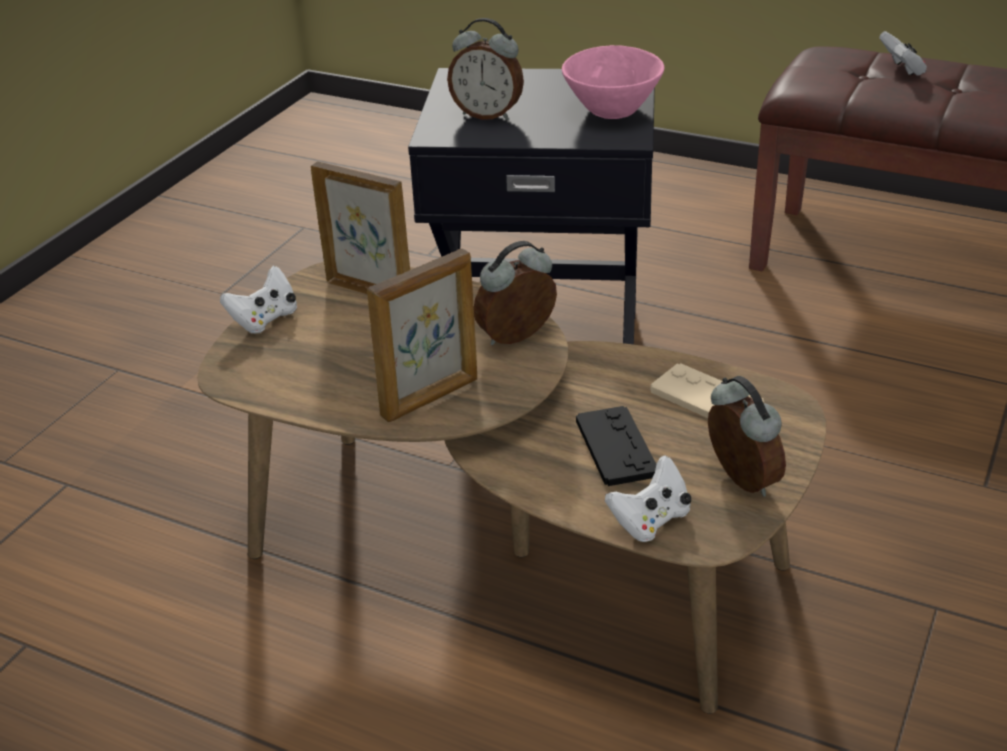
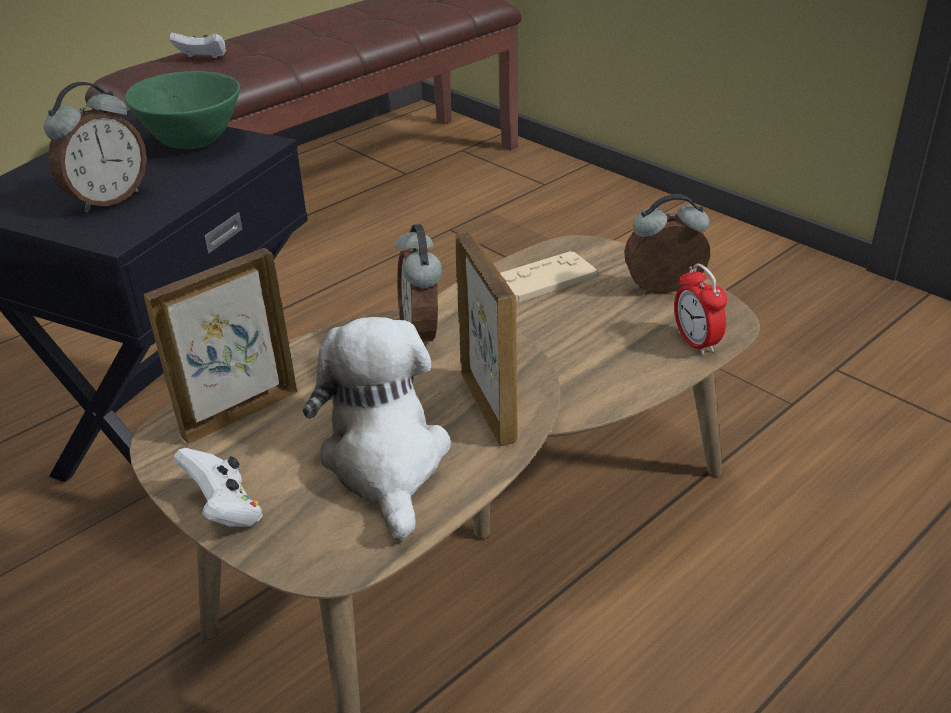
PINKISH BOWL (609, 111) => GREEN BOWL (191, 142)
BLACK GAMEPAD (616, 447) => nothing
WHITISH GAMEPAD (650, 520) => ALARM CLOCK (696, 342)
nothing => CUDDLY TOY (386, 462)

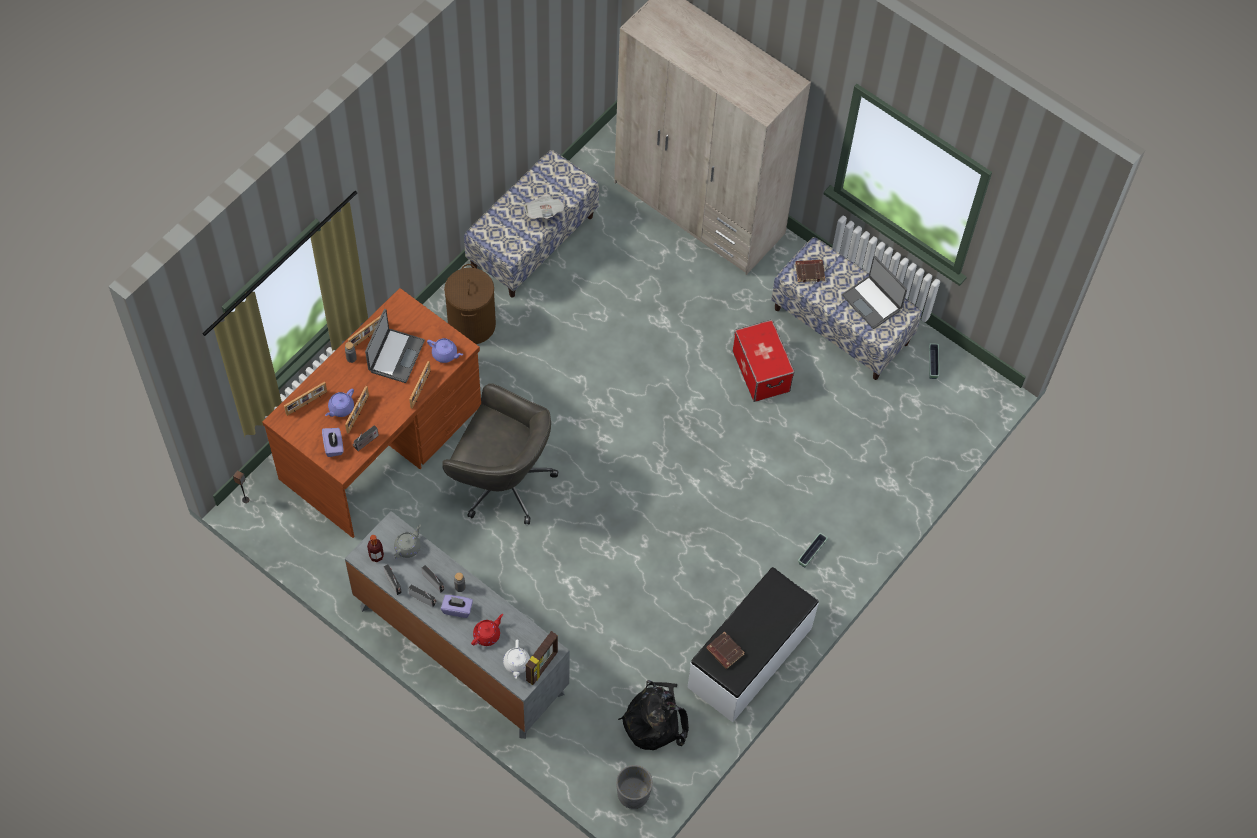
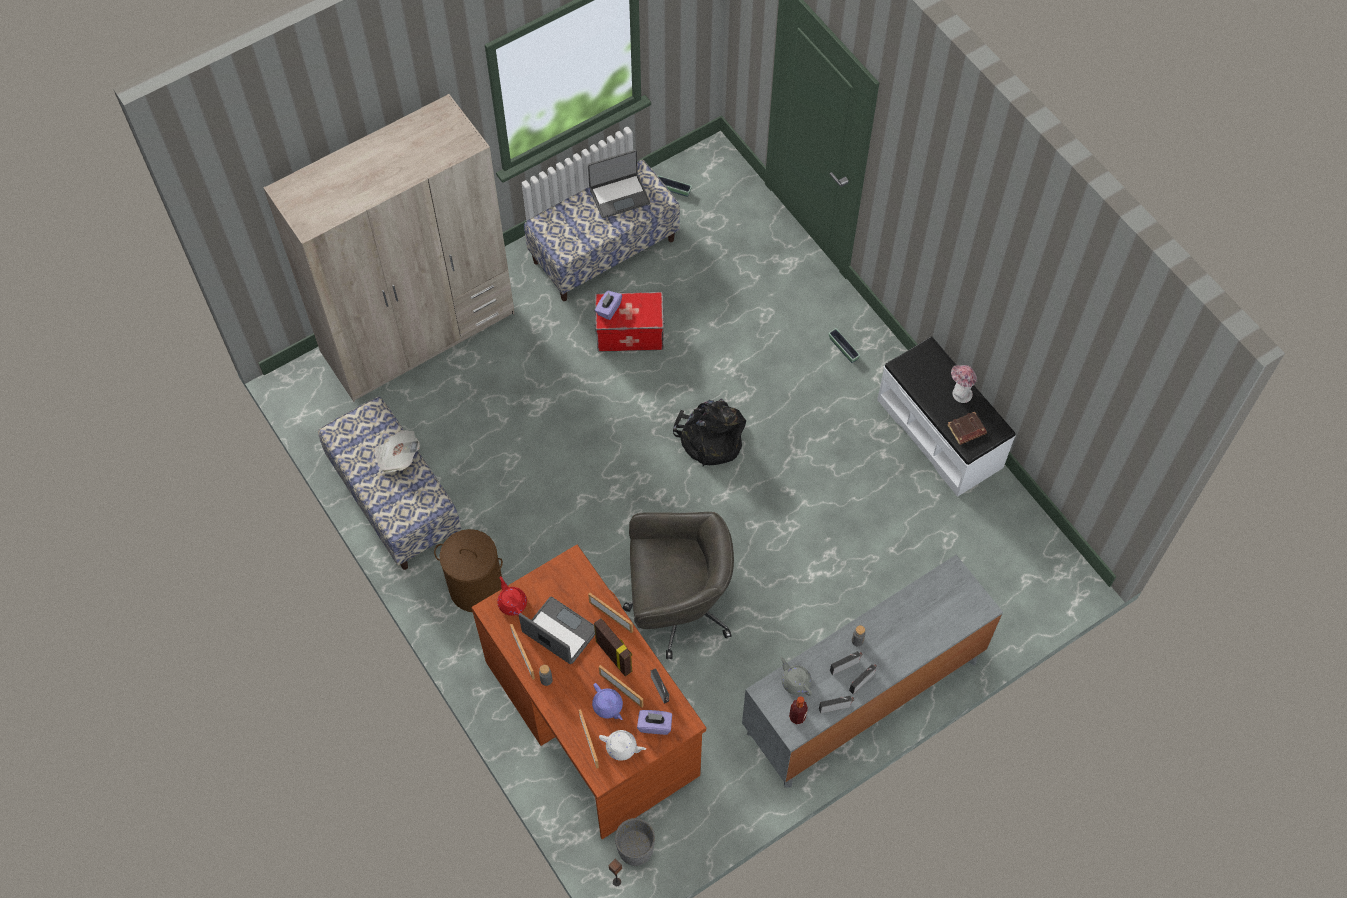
PURPLISH TEAPOT (445, 354) => nothing
PURPLISH TISSUE BOX (457, 609) => PURPLISH TISSUE BOX (608, 309), relocated
GRAY OFFICE CHAIR (502, 480) => GRAY OFFICE CHAIR (677, 606), 45 degrees clockwise
RED-COLOURED TEAPOT (487, 634) => RED-COLOURED TEAPOT (512, 603), relocated
WHITISH TEAPOT (516, 664) => WHITISH TEAPOT (622, 748), relocated
STANDING FRAME (542, 666) => STANDING FRAME (614, 656), relocated
GRAY FLOWER POT (633, 794) => GRAY FLOWER POT (635, 849), relocated
BLACK RUCKSACK (654, 719) => BLACK RUCKSACK (710, 439), relocated
BROWN-COLOURED VOLUME (810, 271) => nothing
nothing => CLOTHING HAT (959, 392)

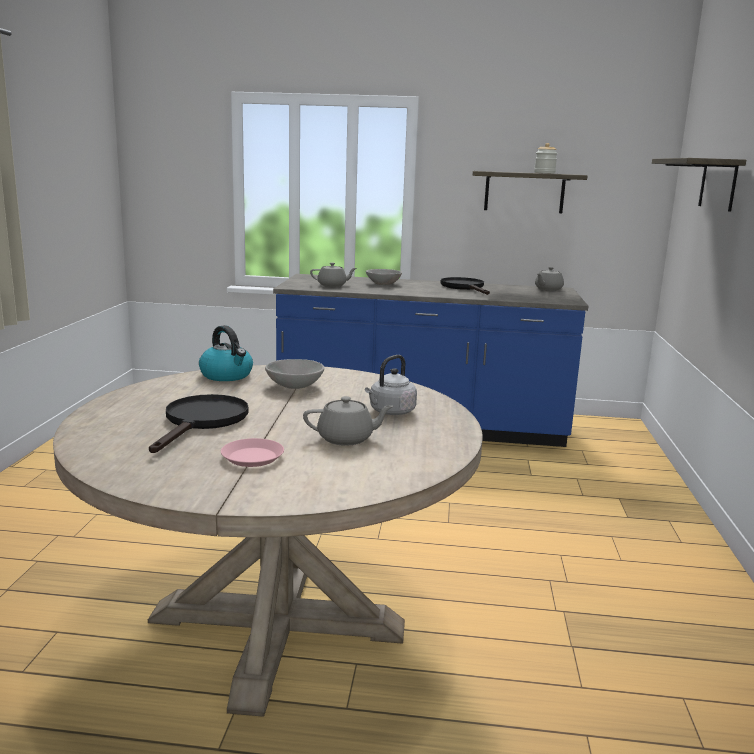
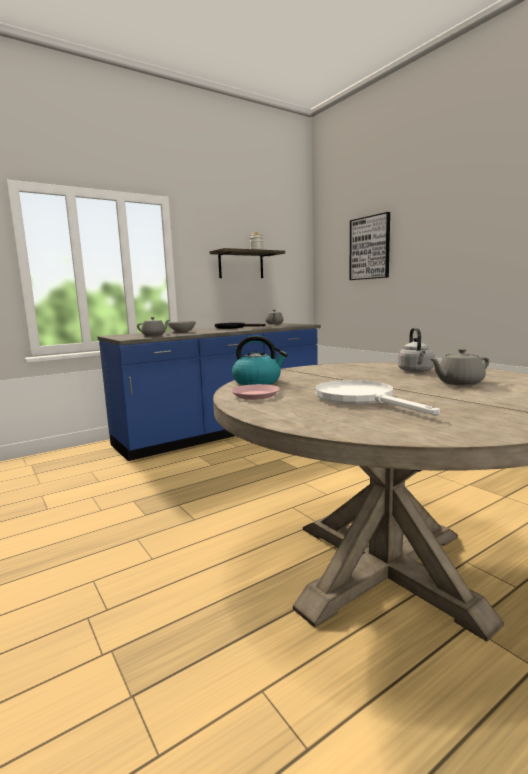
BLACK FRYING PAN (202, 421) => WHITISH FRYING PAN (362, 399)
PINKISH FLAT DISH (252, 457) => PINKISH FLAT DISH (255, 395), relocated
GRAY BOWL (294, 386) => nothing
GRAY TEAPOT (346, 439) => GRAY TEAPOT (458, 383), 150 degrees counterclockwise
WALL SHELF (718, 184) => WALL PICTURE (370, 248)

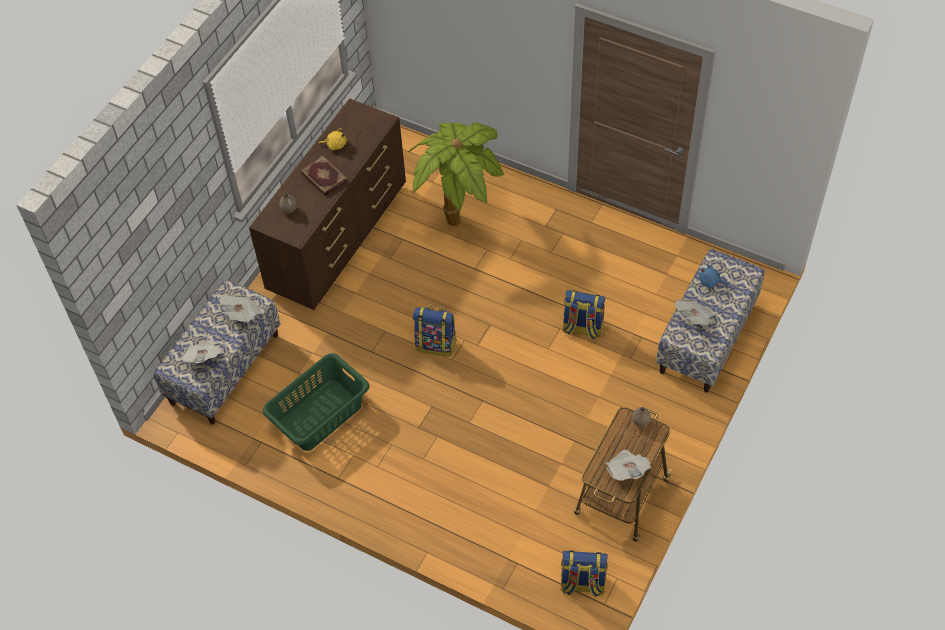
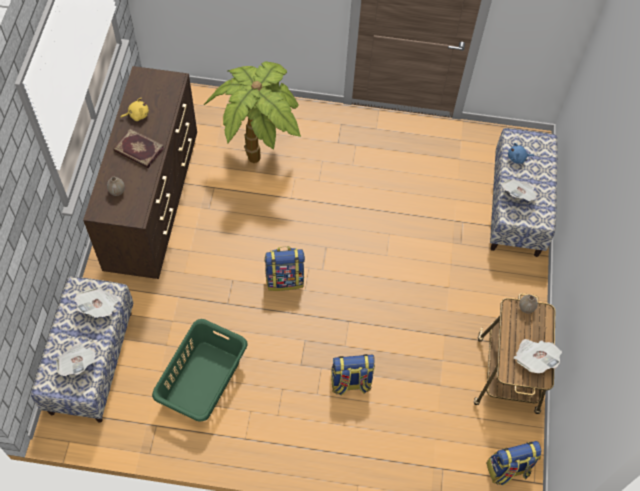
RUCKSACK (582, 328) => RUCKSACK (350, 383), relocated

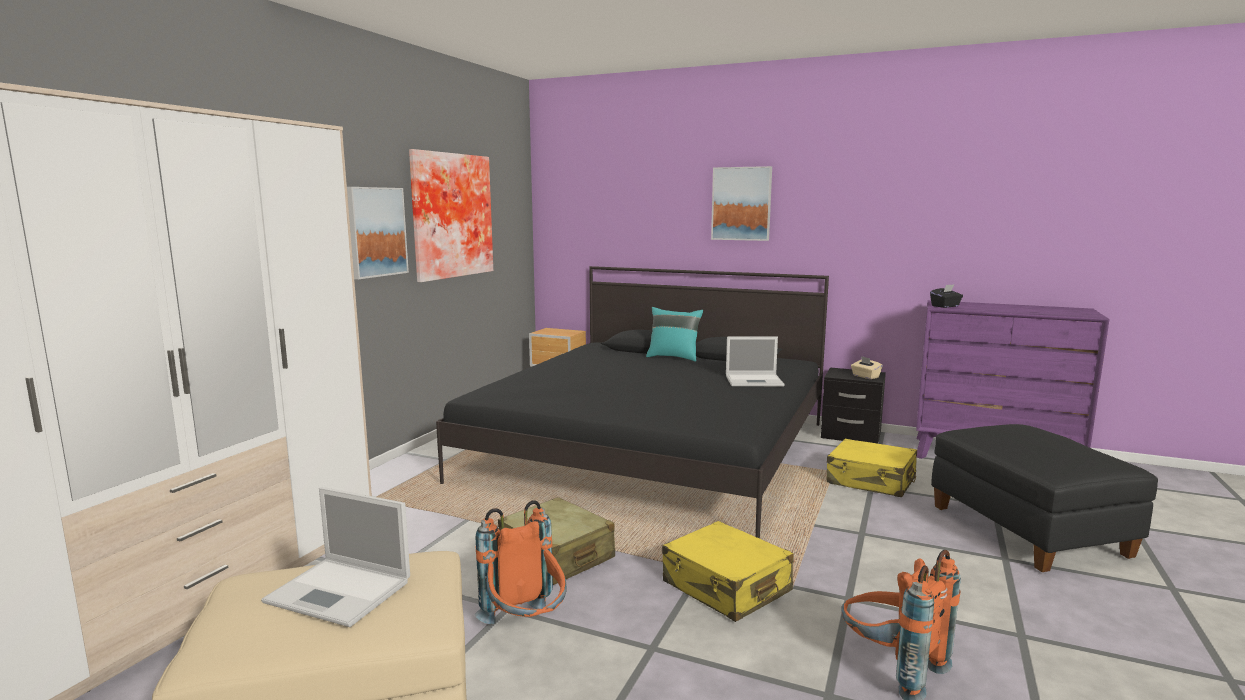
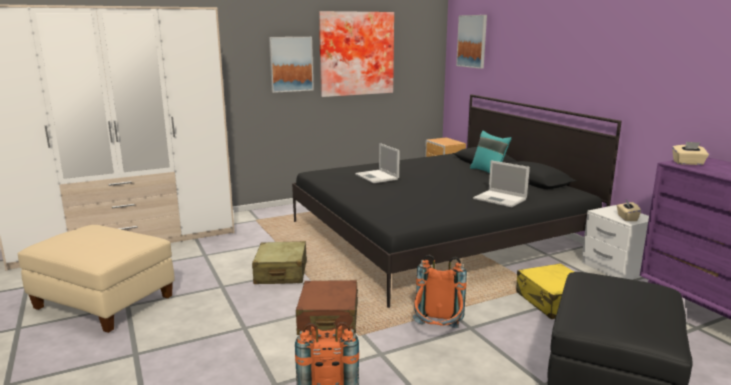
LAPTOP (341, 592) => LAPTOP (377, 177), relocated
ORANGEY RUCKSACK (526, 628) => ORANGEY RUCKSACK (437, 333), relocated
YELLOWISH PIECE OF LUGGAGE (726, 587) => BROWN-COLOURED PIECE OF LUGGAGE (328, 319)
WALL PICTURE (741, 203) => WALL PICTURE (472, 41), relocated
BLACK BEDSIDE TABLE (850, 435) => WHITISH BEDSIDE TABLE (614, 269)
BLACK TISSUE BOX (945, 306) => BEIGE TISSUE BOX (688, 163)

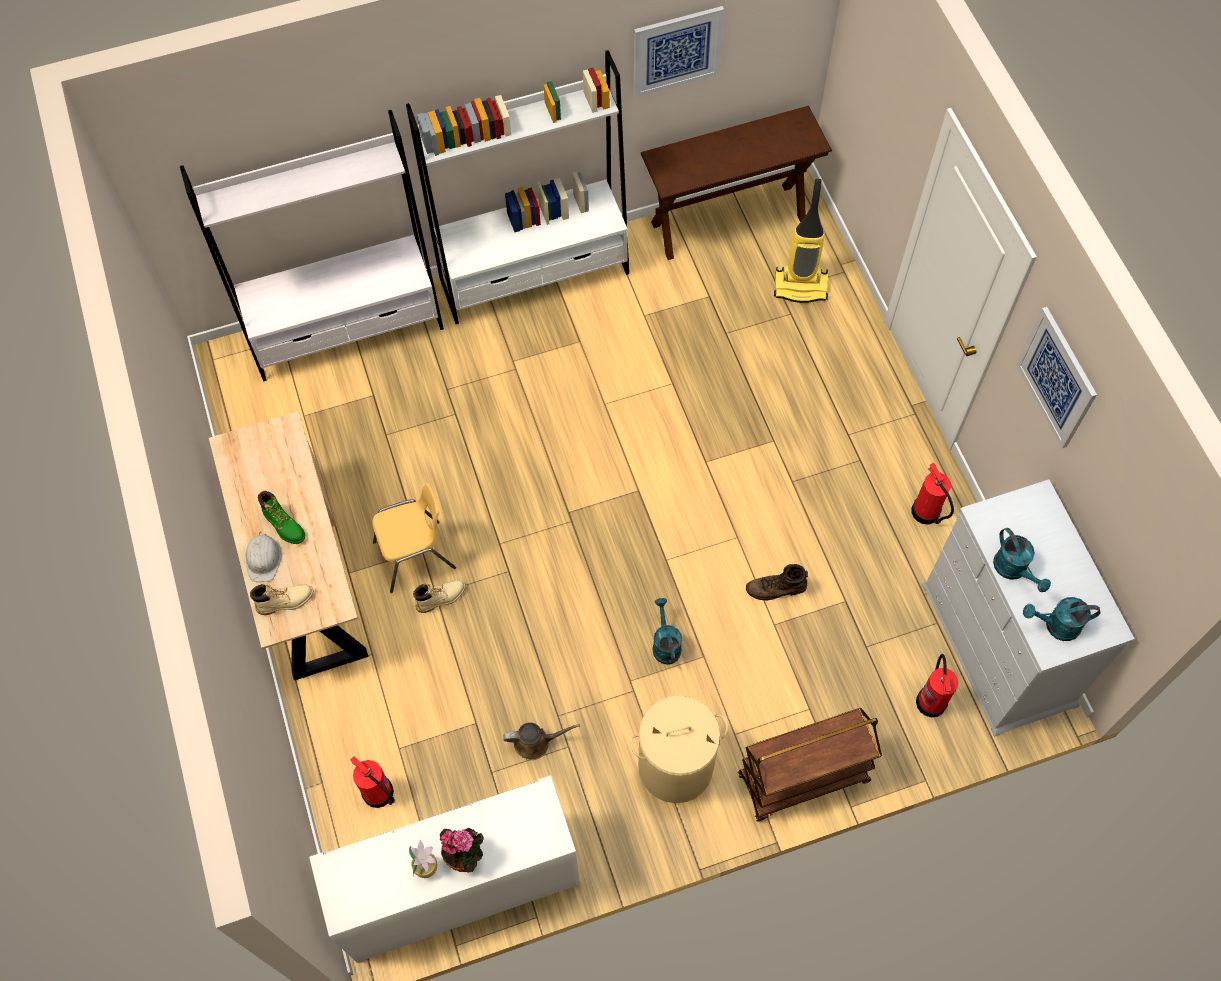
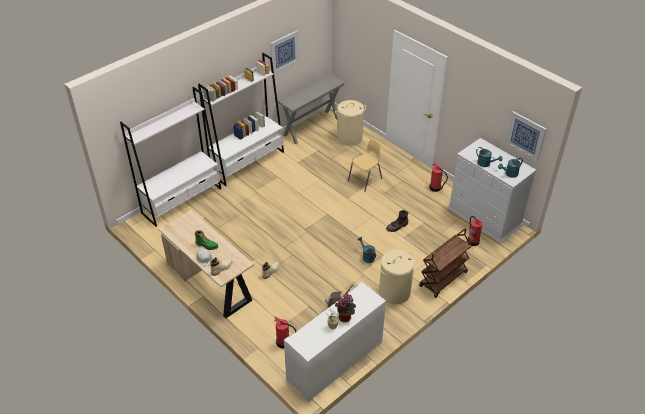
YELLOWISH UPRIGHT CHAIR (416, 556) => YELLOWISH UPRIGHT CHAIR (365, 179), relocated
BROWN-COLOURED NARROW TABLE (728, 221) => GRAY NARROW TABLE (311, 127)
VACUUM CLEANER (801, 286) => BEIGE LAUNDRY BASKET (349, 138)
WALL PICTURE (1057, 378) => WALL PICTURE (525, 135), relocated

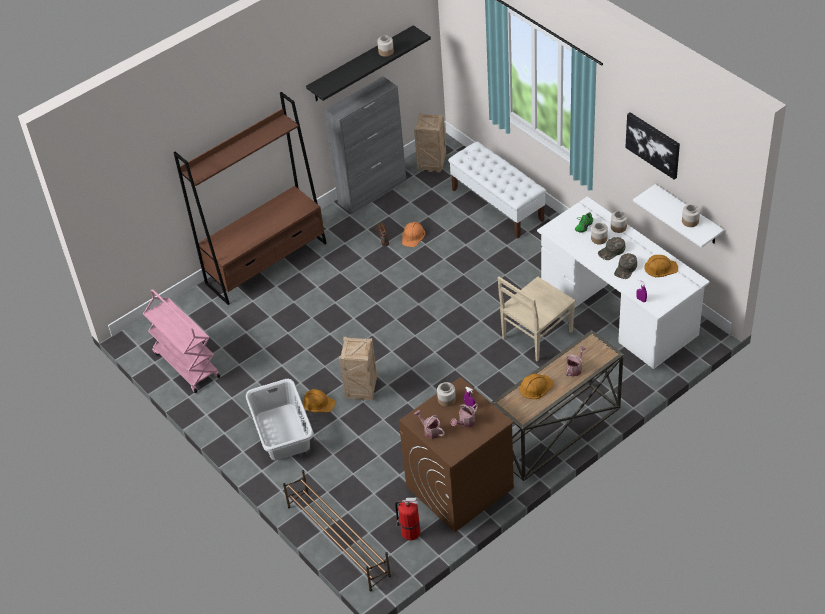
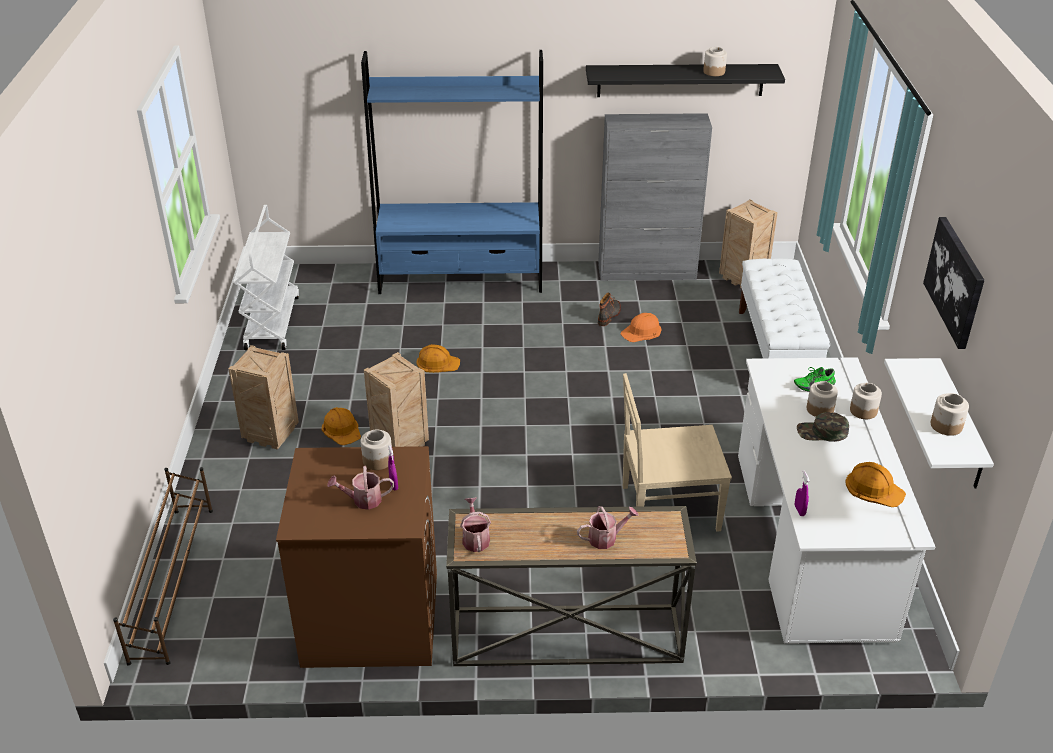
PINKISH WHEELED CART (186, 365) => WHITISH WHEELED CART (272, 322)
BROWN-COLOURED SHELVING UNIT (267, 263) => BLUE-COLOURED SHELVING UNIT (461, 279)
GRAY LAUNDRY BASKET (283, 431) => SHIPPING CRATE (272, 435)
FIRE EXTINGUISHER (409, 532) => nothing
WATERING CAN (430, 431) => WATERING CAN (475, 538), relocated
ORANGEY SAFETY HELMET (536, 387) => ORANGEY SAFETY HELMET (437, 362), relocated
GREEN BASEBALL CAP (626, 269) => nothing

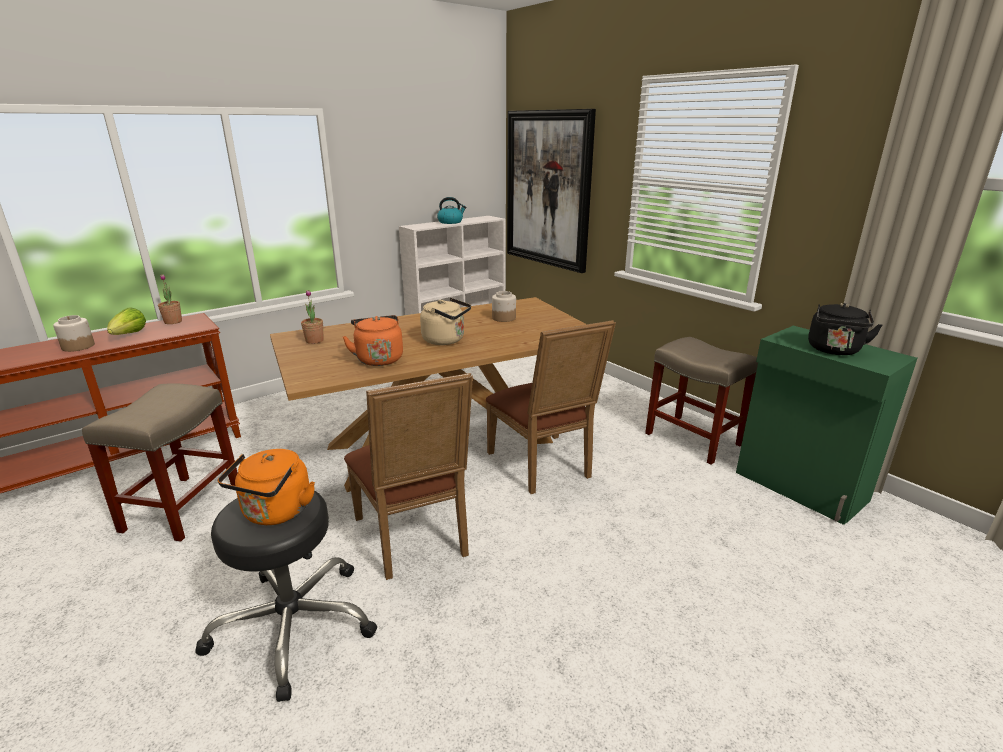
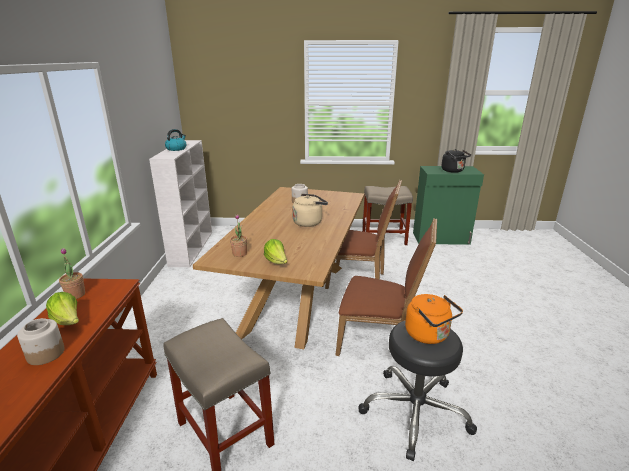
ORANGEY KETTLE (378, 358) => nothing
WALL PICTURE (548, 190) => nothing
nothing => LETTUCE (277, 262)

